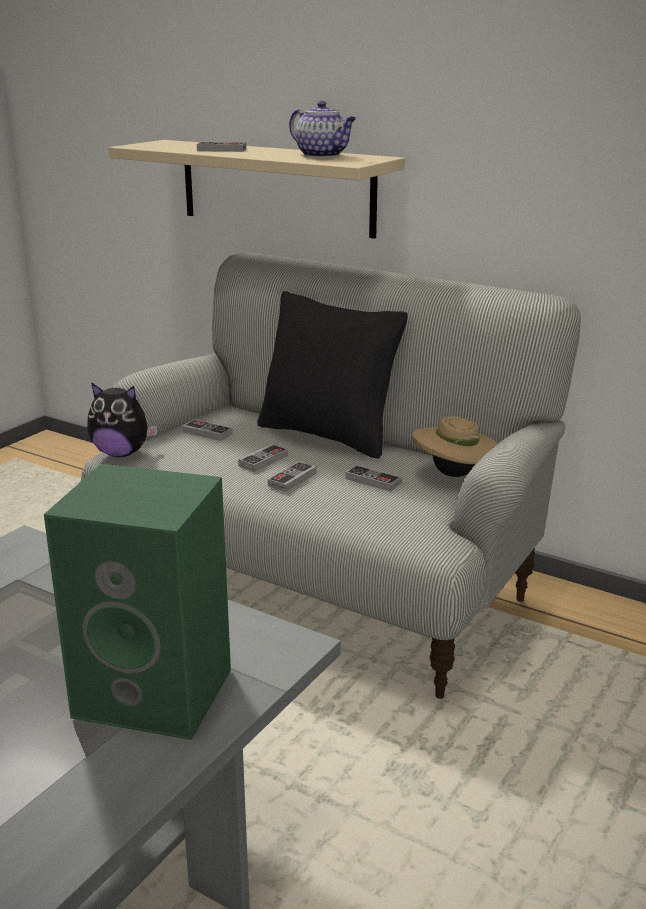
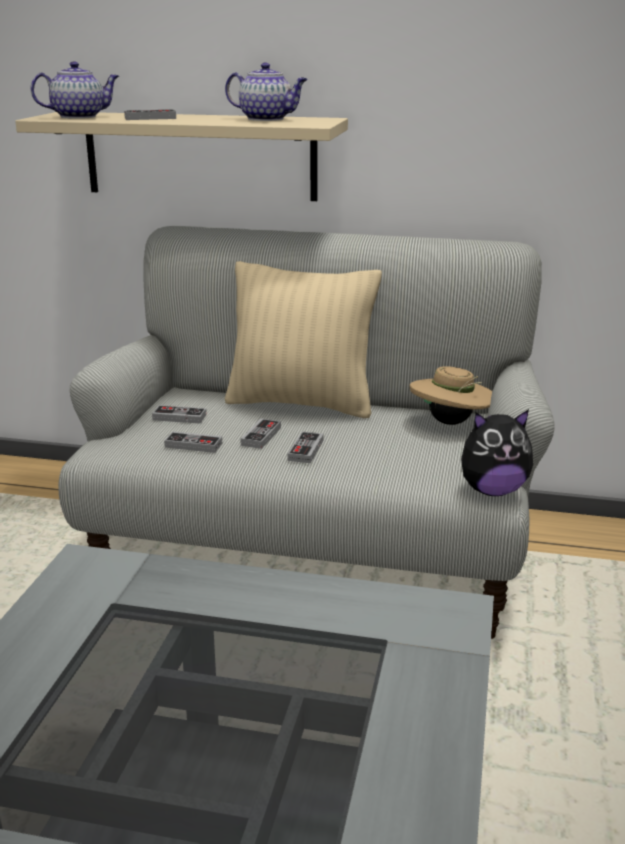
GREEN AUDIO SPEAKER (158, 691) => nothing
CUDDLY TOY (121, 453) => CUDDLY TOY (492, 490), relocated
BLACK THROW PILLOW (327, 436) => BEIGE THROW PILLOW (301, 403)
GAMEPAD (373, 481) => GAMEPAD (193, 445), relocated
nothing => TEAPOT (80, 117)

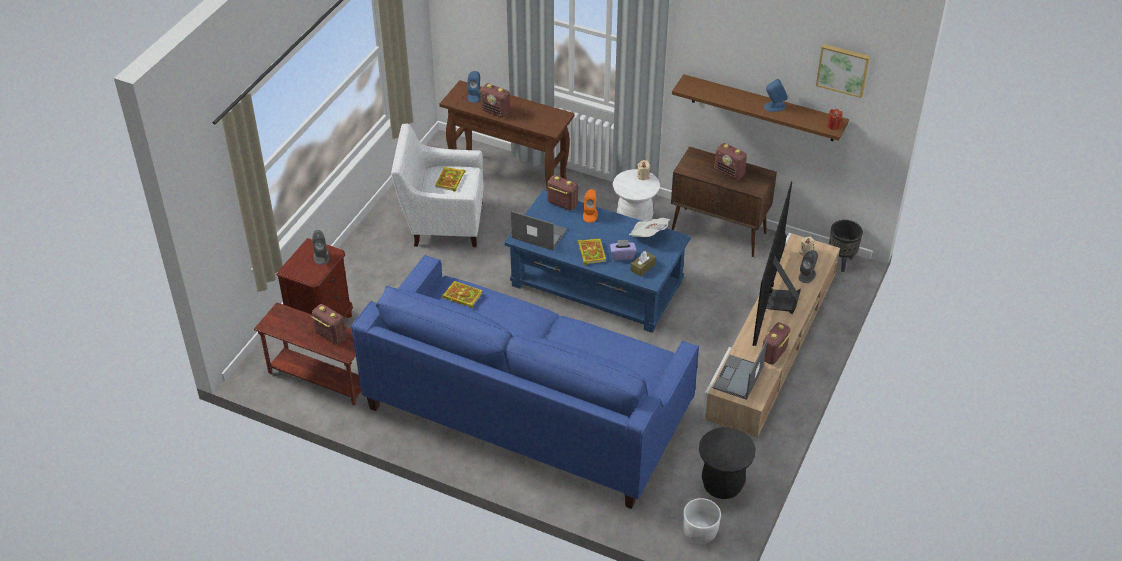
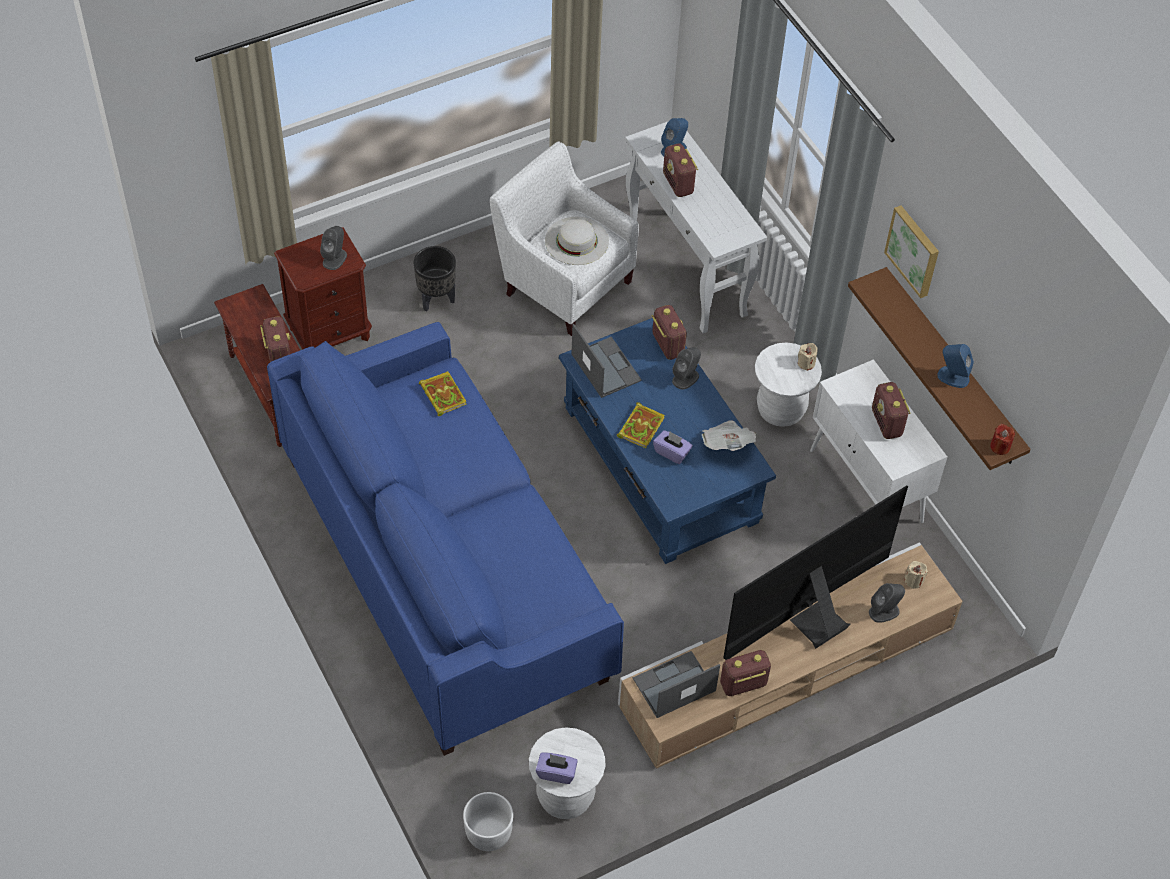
VOLUME (450, 181) => WHITISH CLOTHING HAT (576, 241)
BROWN-COLOURED NARROW TABLE (510, 180) => WHITISH NARROW TABLE (687, 272)
ORANGEY AUDIO SPEAKER (590, 215) => GRAY AUDIO SPEAKER (685, 378)
BROWN-COLOURED TISSUE BOX (643, 267) => nothing
BROWN-COLOURED CUPBOARD (719, 232) => WHITISH CUPBOARD (867, 487)
BLACK STOOL (722, 485) => WHITISH STOOL (565, 796)
WALL PICTURE (843, 69) => WALL PICTURE (914, 250), relocated
BLACK FLOWER POT (840, 262) => BLACK FLOWER POT (436, 299), relocated
nothing => PURPLISH TISSUE BOX (556, 773)

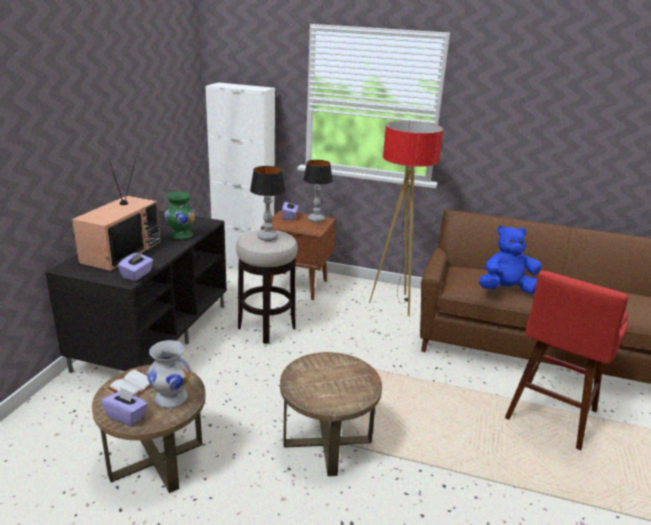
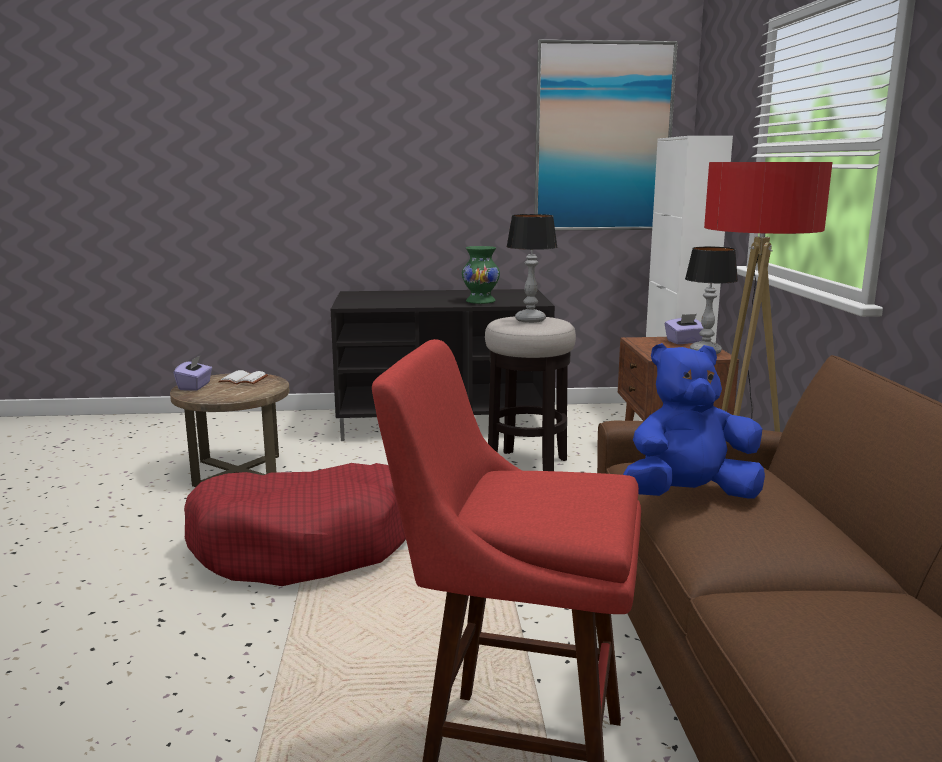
TV SET (121, 252) => nothing
PURPLISH TISSUE BOX (137, 275) => nothing
WHITISH DECORATIVE VASE (171, 398) => nothing
BROWN-COLOURED END TABLE (327, 442) => RED-COLOURED DOG CUSHION (306, 545)
BLUE-COLOURED CUDDLY TOY (506, 289) => BLUE-COLOURED CUDDLY TOY (688, 496), 75 degrees counterclockwise
nothing => WALL PICTURE (603, 138)

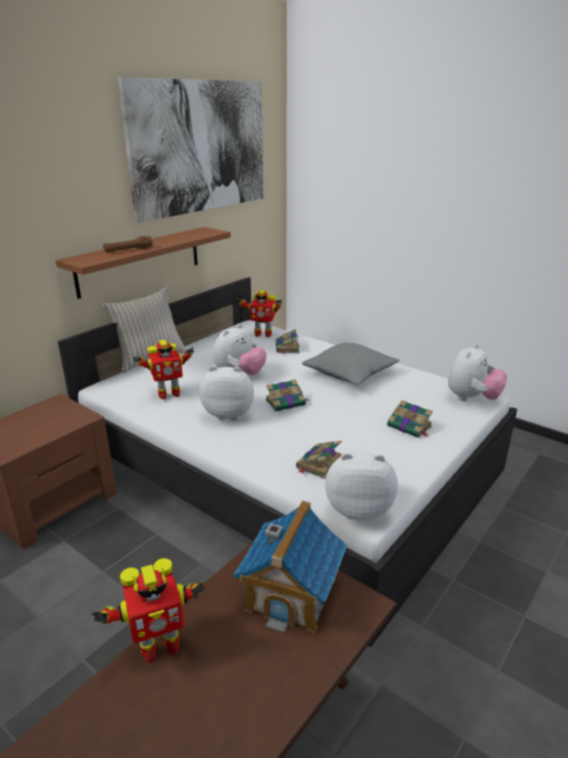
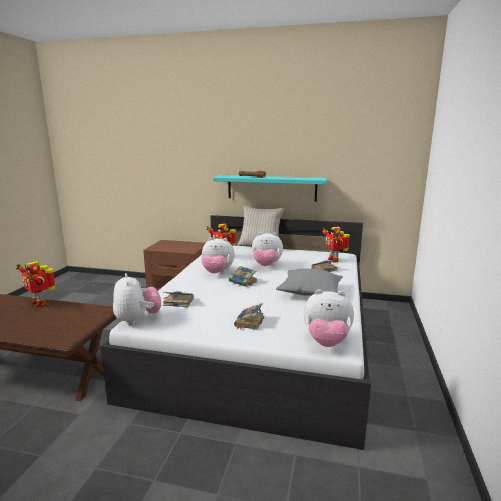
BROWN-COLOURED WALL SHELF (140, 261) => TURQUOISE-COLOURED WALL SHELF (271, 188)
WALL PICTURE (200, 147) => nothing
CUDDLY TOY (229, 413) => CUDDLY TOY (217, 272), 120 degrees clockwise
MODEL HOUSE (292, 593) => nothing

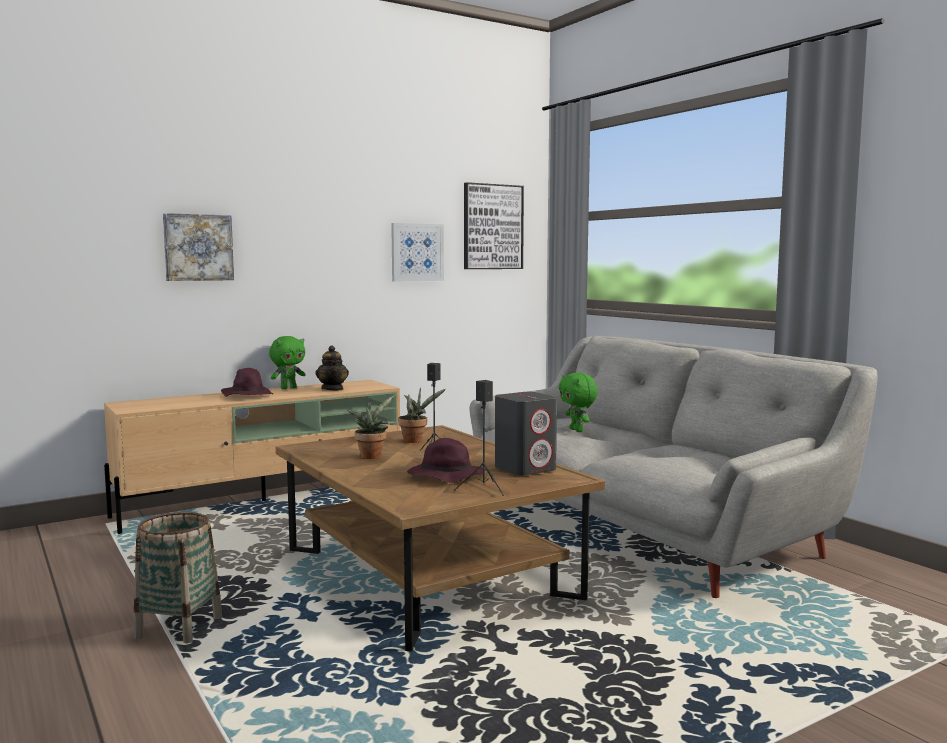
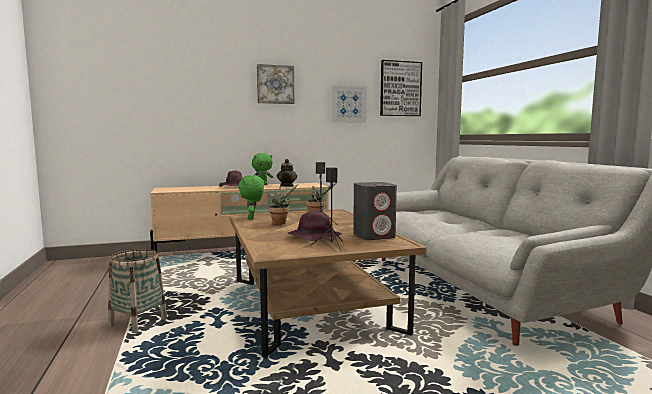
WALL PICTURE (198, 247) => WALL PICTURE (275, 84), relocated
GREEN CUDDLY TOY (577, 430) => GREEN CUDDLY TOY (252, 218), relocated

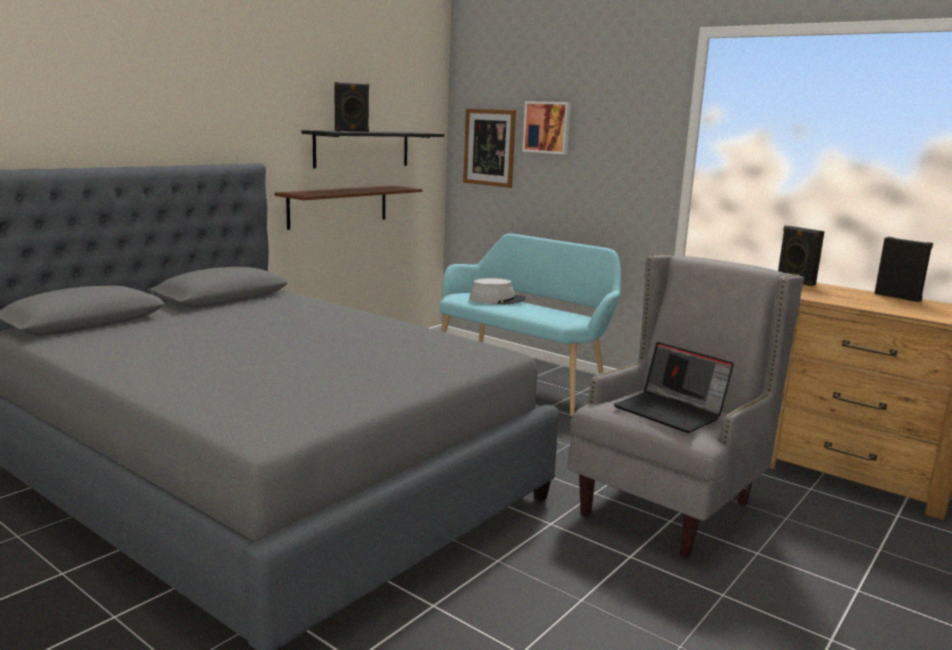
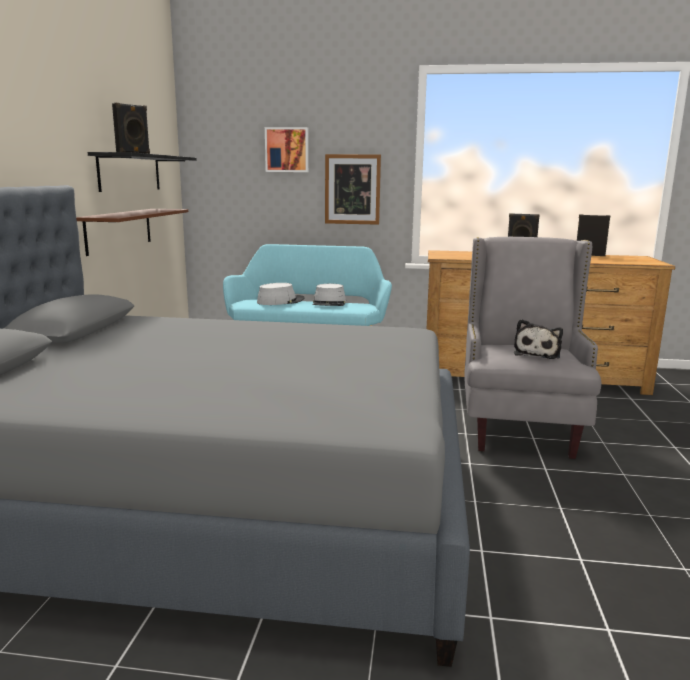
WALL PICTURE (489, 147) => WALL PICTURE (352, 189), relocated
LAPTOP (671, 412) => CUDDLY TOY (537, 353)
nothing => GRAY CLOTHING HAT (329, 303)

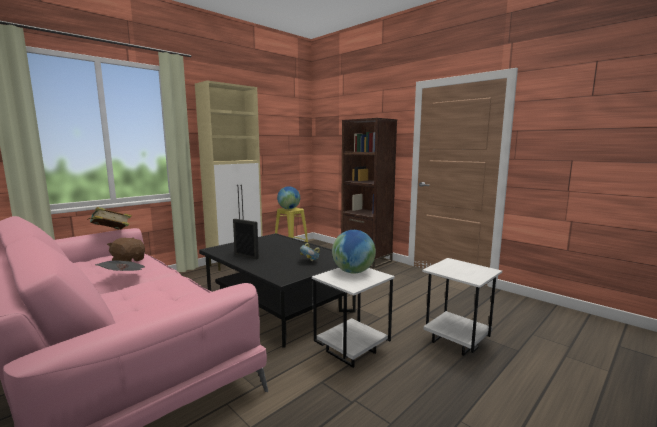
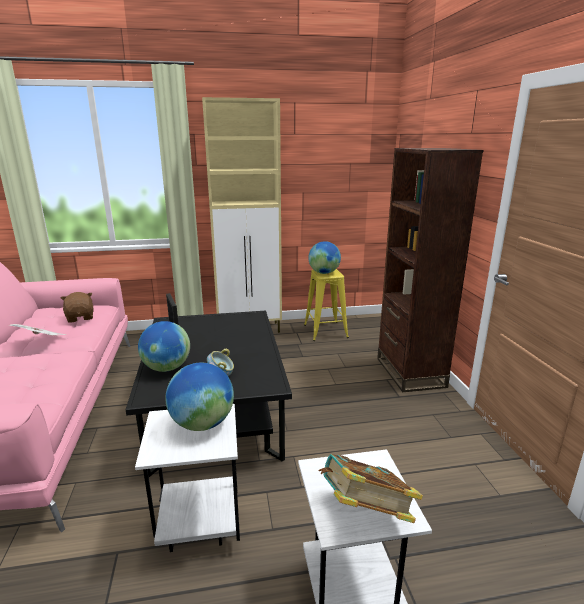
VOLUME (111, 232) => VOLUME (365, 512), relocated
nothing => DESK GLOBE (166, 368)

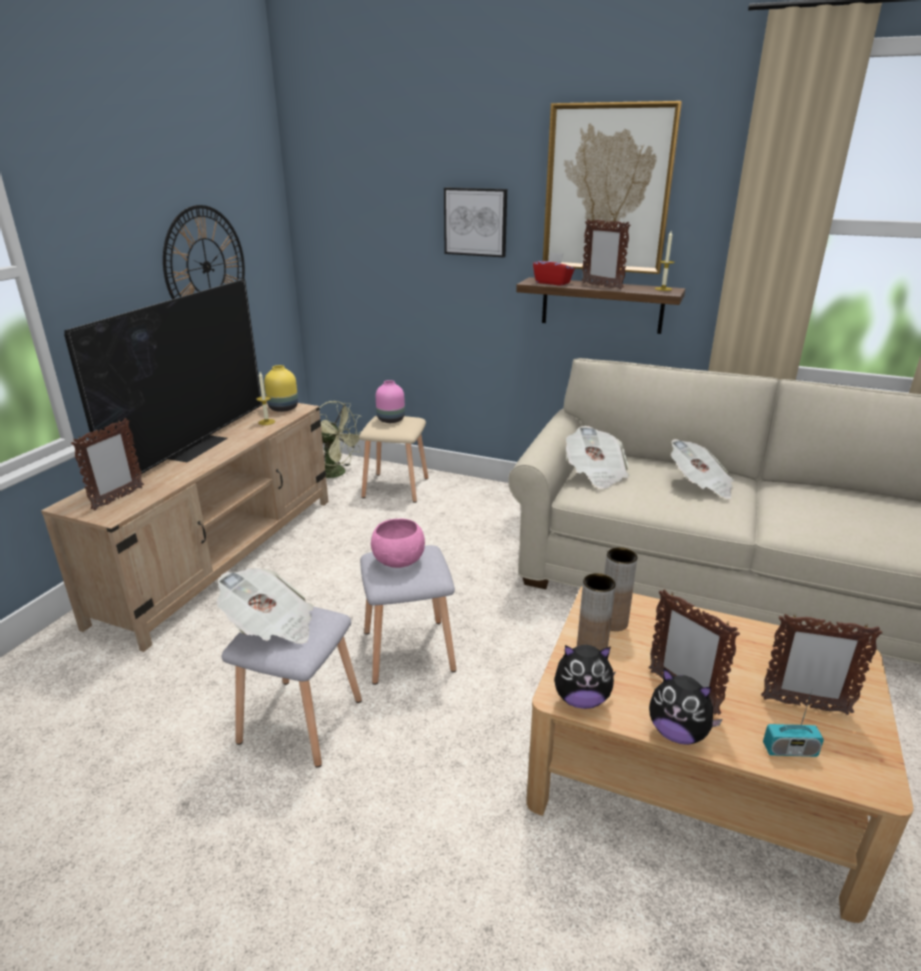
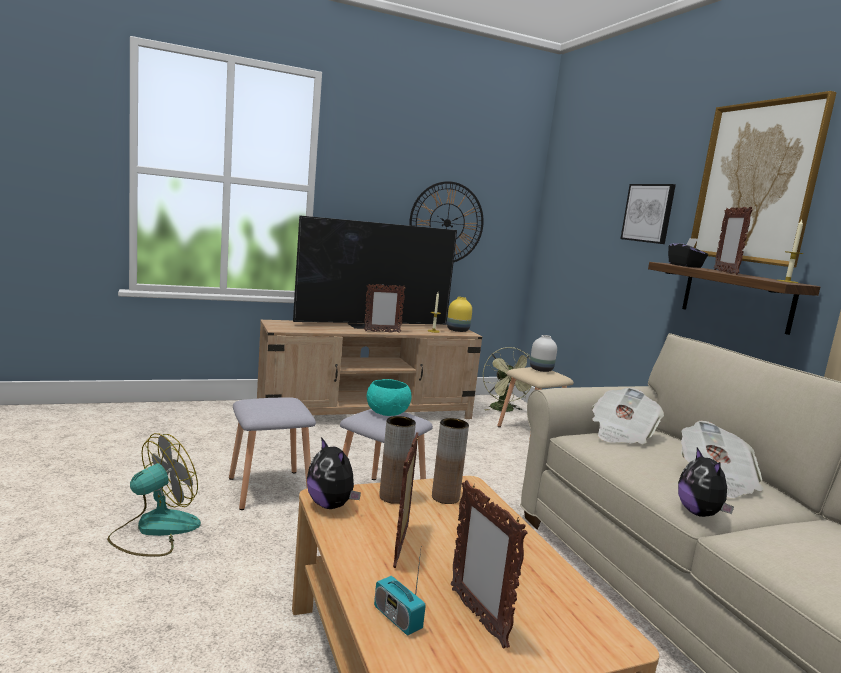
STANDING FRAME (118, 499) => STANDING FRAME (382, 332), relocated
NEWSPAPER (271, 626) => nothing
PINKISH BOWL (399, 560) => TURQUOISE-COLOURED BOWL (387, 413)
PINKISH DECORATIVE VASE (390, 420) => WHITISH DECORATIVE VASE (541, 369)
RED-COLOURED TISSUE BOX (553, 283) => BLACK TISSUE BOX (685, 266)
CUDDLY TOY (677, 733) => CUDDLY TOY (700, 513), relocated
nothing => COOLING FAN (154, 530)

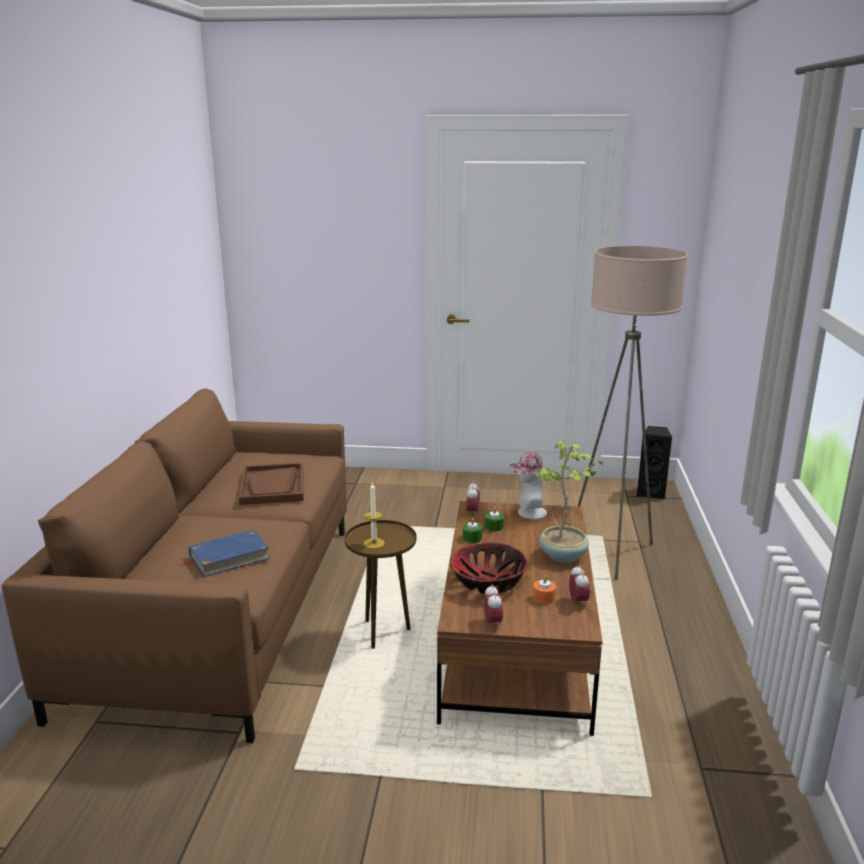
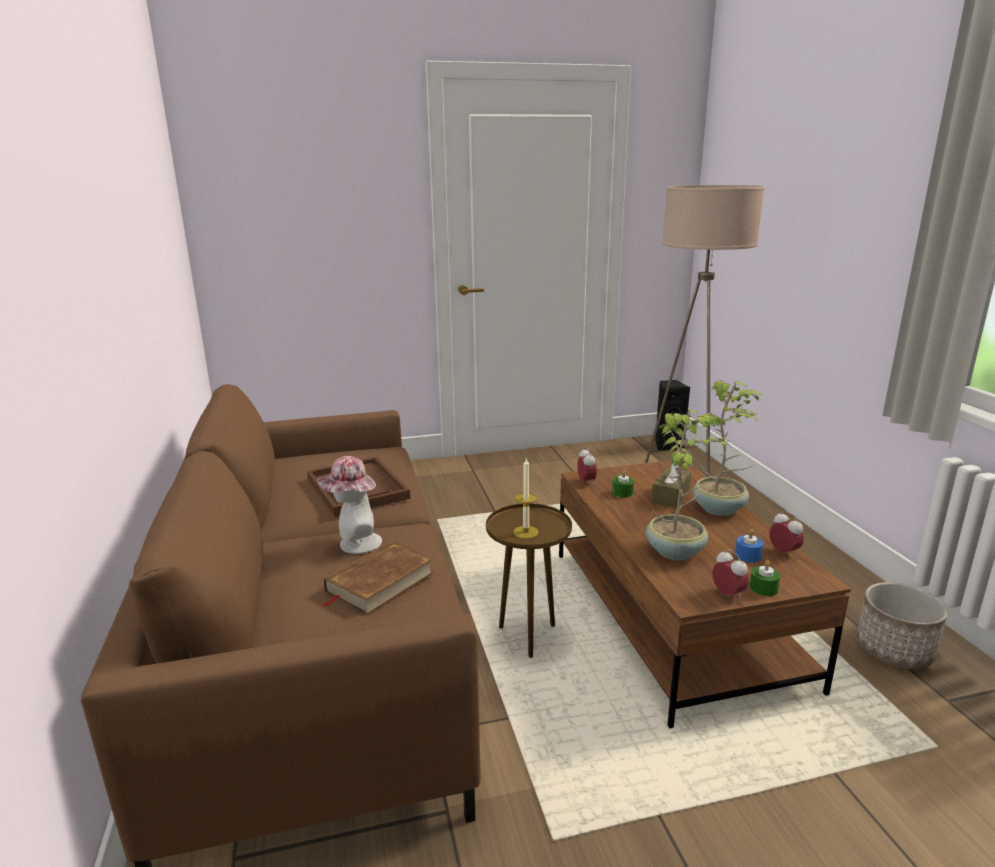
BLUE-COLOURED VOLUME (229, 557) => BROWN-COLOURED VOLUME (379, 582)
BOWL (487, 582) => HOUSEPLANT (676, 551)
GREEN CANDLE (472, 538) => GREEN CANDLE (763, 588), relocated
CLOTHING HAT (528, 513) => CLOTHING HAT (355, 544), relocated
ORANGEY CANDLE (544, 598) => BLUE-COLOURED CANDLE (748, 555)
nothing => BROWN-COLOURED TISSUE BOX (670, 496)
nothing => FLOWER POT (894, 650)

